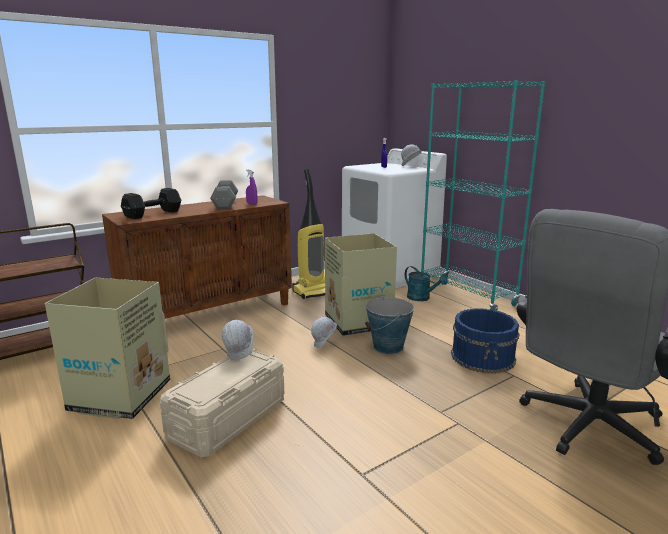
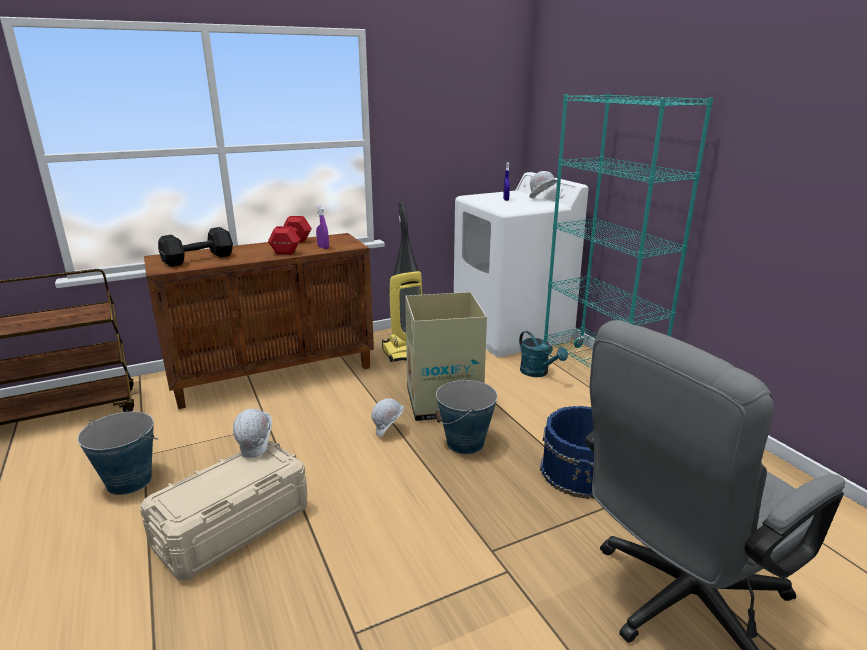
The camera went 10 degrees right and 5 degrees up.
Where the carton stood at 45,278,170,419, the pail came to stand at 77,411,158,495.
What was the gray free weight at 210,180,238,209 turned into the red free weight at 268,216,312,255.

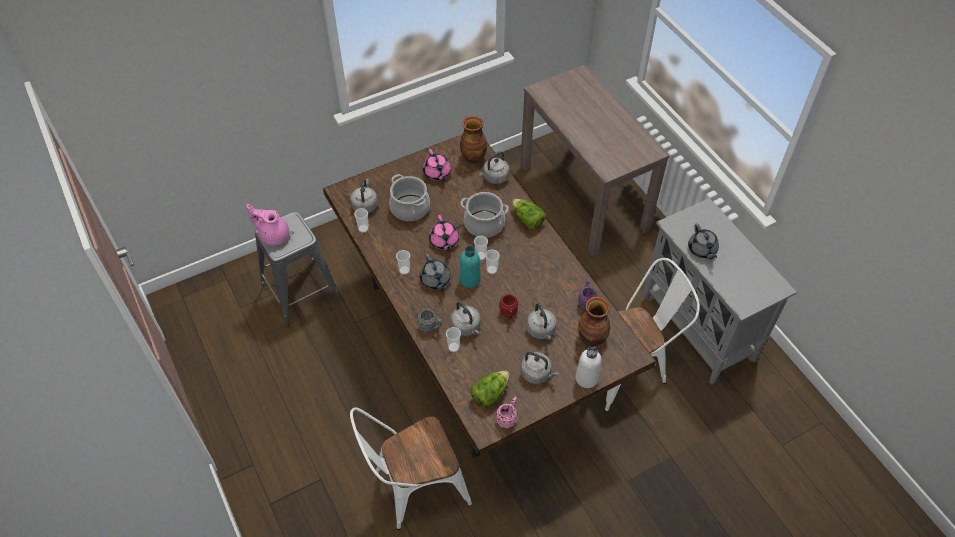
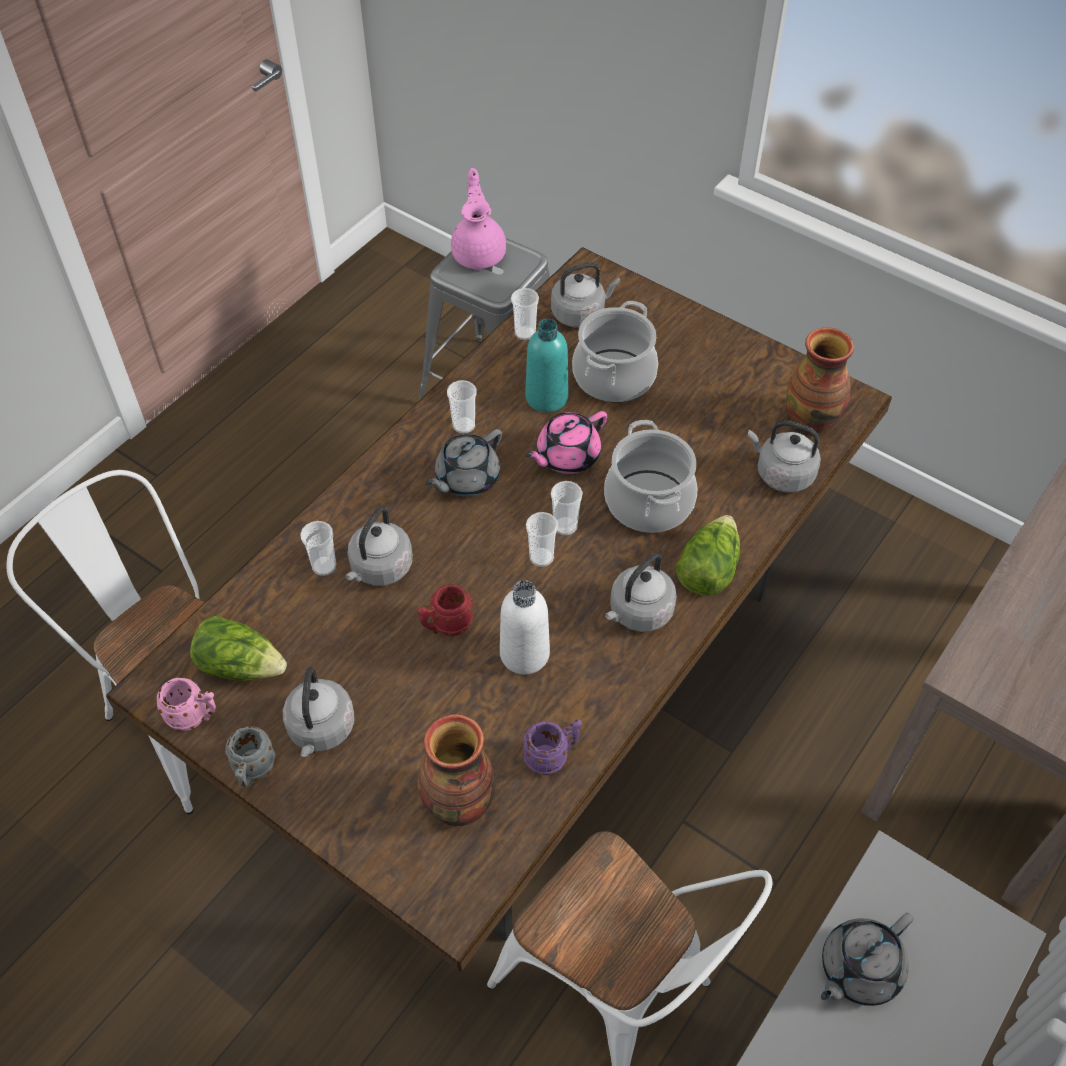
The camera went 65 degrees right and 0 degrees up.
The second view lost the pink-coloured teapot at 423,149,451,181.
The gray mug ended up elsewhere, having gone from 418,309,442,332 to 225,726,276,787.
The blue-green bottle ended up elsewhere, having gone from 459,246,481,288 to 525,319,568,412.
The gray water kettle ended up elsewhere, having gone from 526,303,556,339 to 605,553,677,632.
The white bottle ended up elsewhere, having gone from 575,346,601,388 to 500,580,550,674.

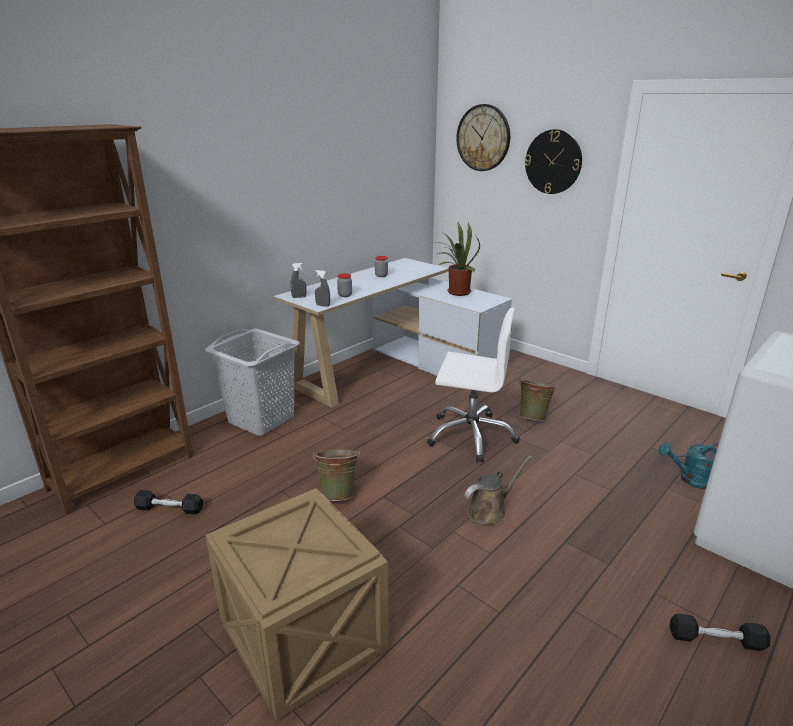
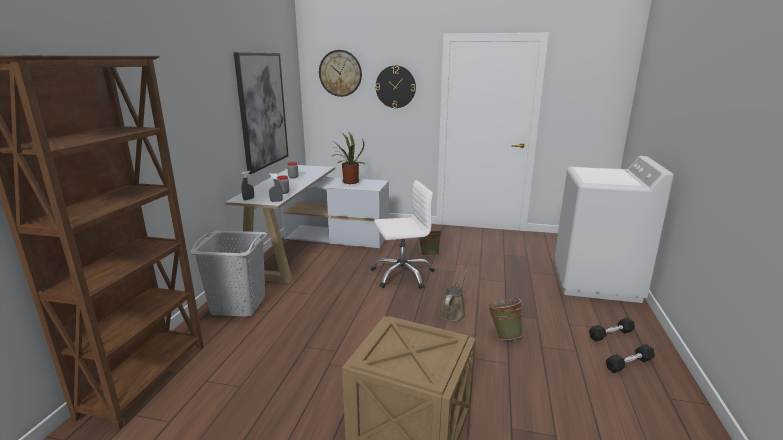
The camera went 30 degrees left and 5 degrees down.
The second view lost the blue-green watering pot at 659,443,719,489.
The second view gained the wall picture at 234,52,288,174.
The black-coloured free weight ended up elsewhere, having gone from 134,490,203,514 to 606,344,655,373.
The green pail ended up elsewhere, having gone from 313,449,360,501 to 487,296,524,340.

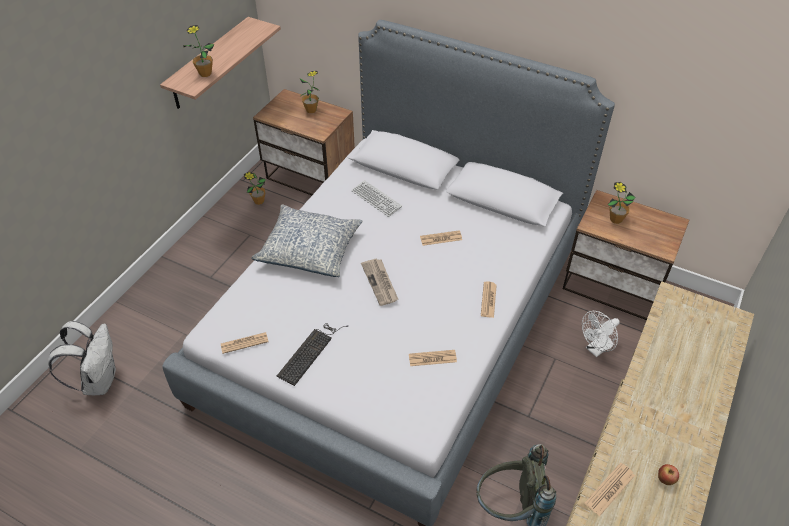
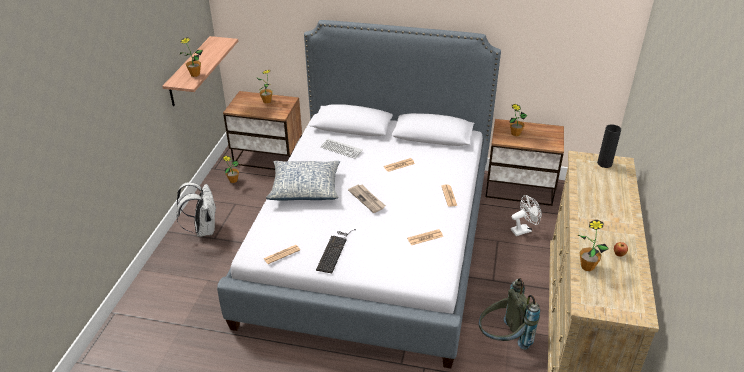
The camera went 15 degrees left and 10 degrees down.
The second view gained the black-coloured flower vase at 597,124,621,168.
The white rucksack ended up elsewhere, having gone from 48,321,116,395 to 176,182,217,237.
Where the newspaper stood at 585,462,635,516, the houseplant came to stand at 578,220,609,271.
The white electric fan at 582,311,620,357 ended up facing another way, 150 degrees counterclockwise from before.

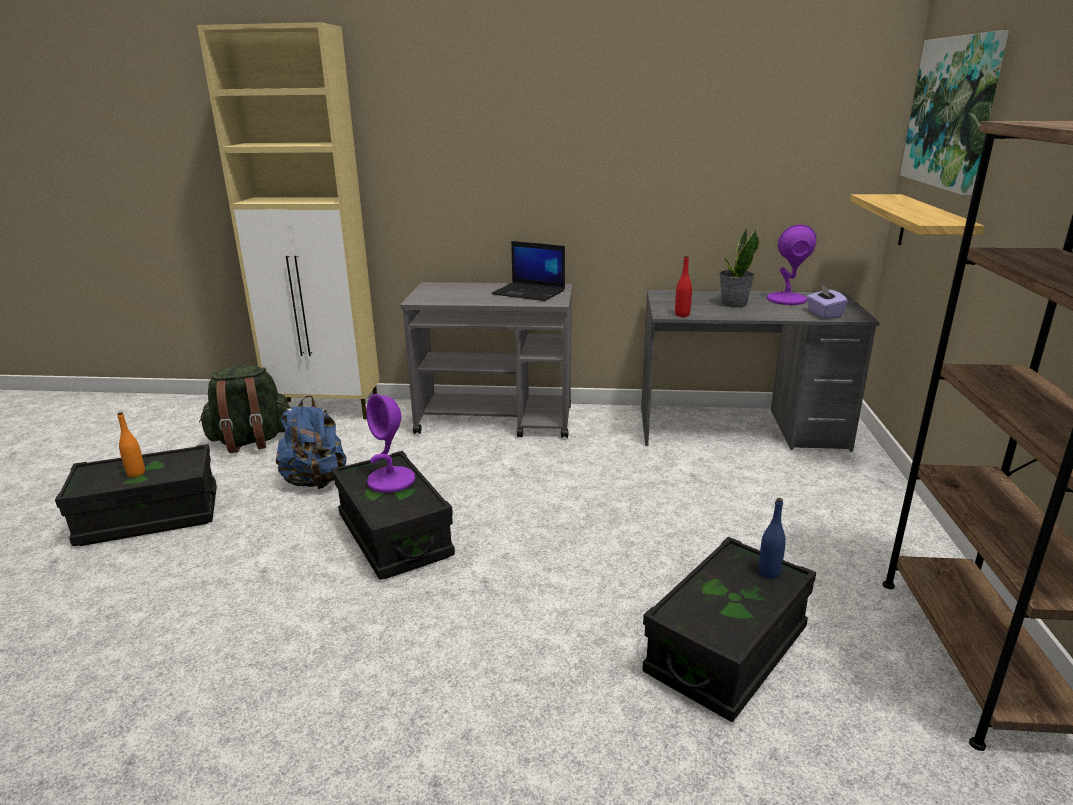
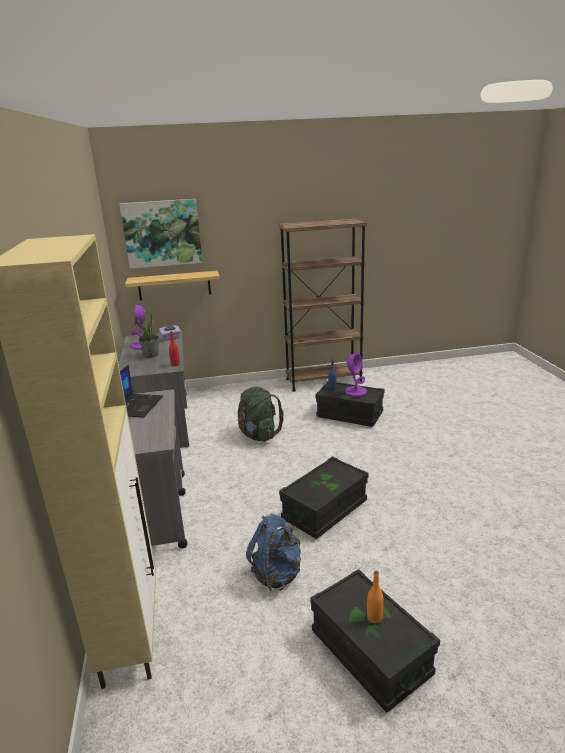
The camera went 105 degrees left and 0 degrees up.
The green rucksack ended up elsewhere, having gone from 199,365,291,453 to 238,387,284,442.
The purple-coloured lamp for a table ended up elsewhere, having gone from 366,394,415,493 to 345,353,367,397.

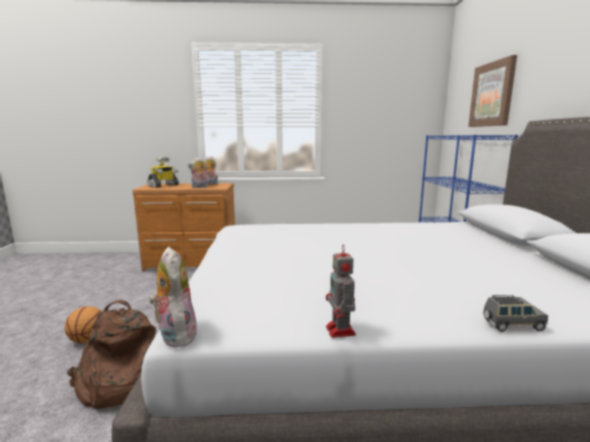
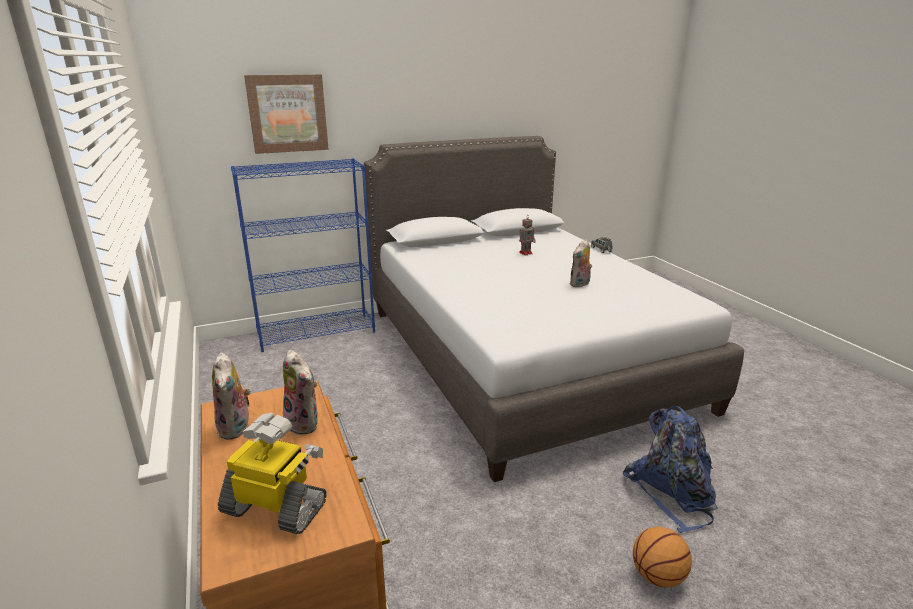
The camera went 110 degrees left and 10 degrees up.
The plush toy ended up elsewhere, having gone from 149,247,197,347 to 570,240,592,287.
The robot figure ended up elsewhere, having gone from 326,244,356,338 to 519,215,536,255.
What was the brown rucksack at 67,300,156,409 turned into the blue rucksack at 623,406,718,533.

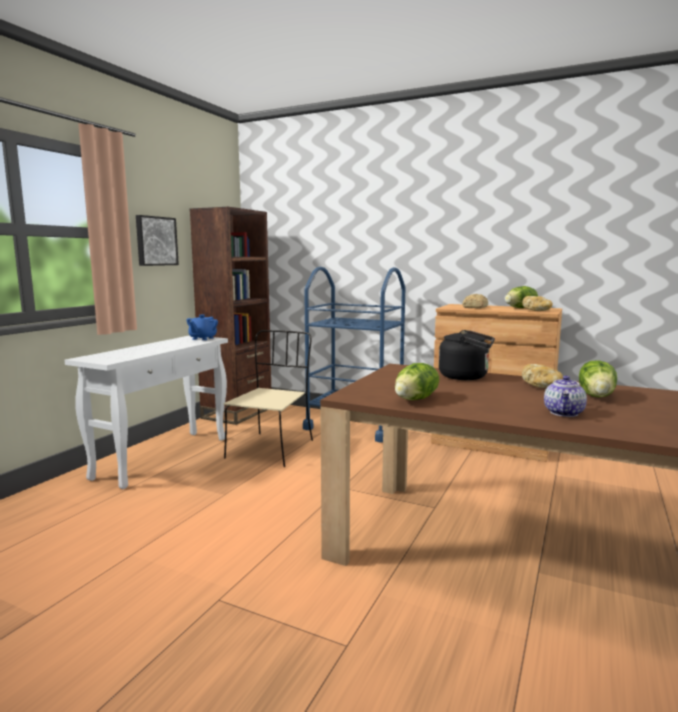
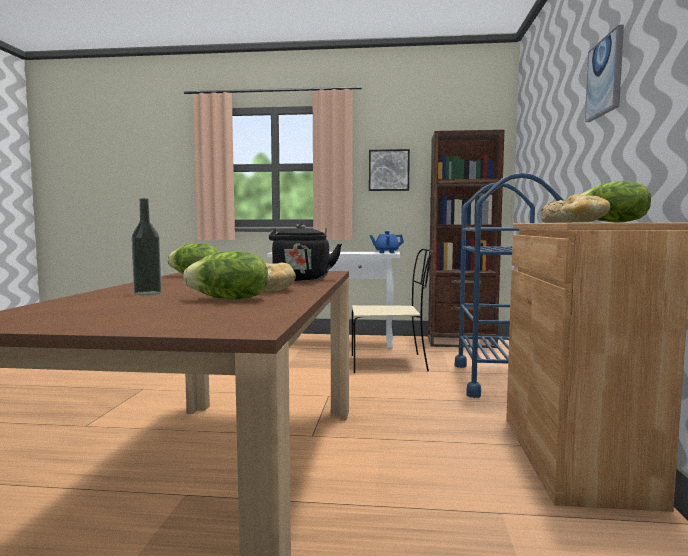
The camera went 70 degrees right and 5 degrees down.
The second view gained the wall picture at 585,25,624,122.
Where the teapot stood at 544,376,587,417, the bottle came to stand at 131,198,161,295.

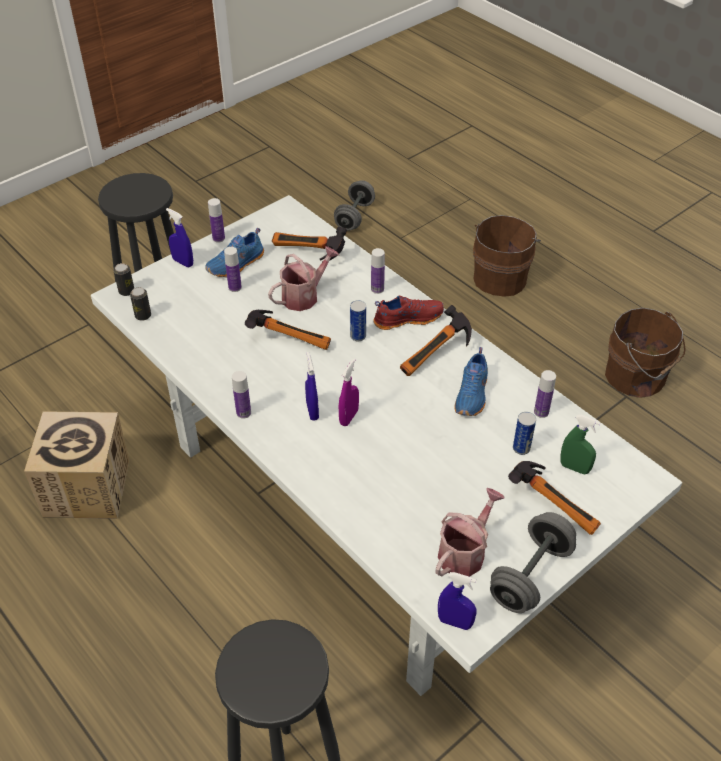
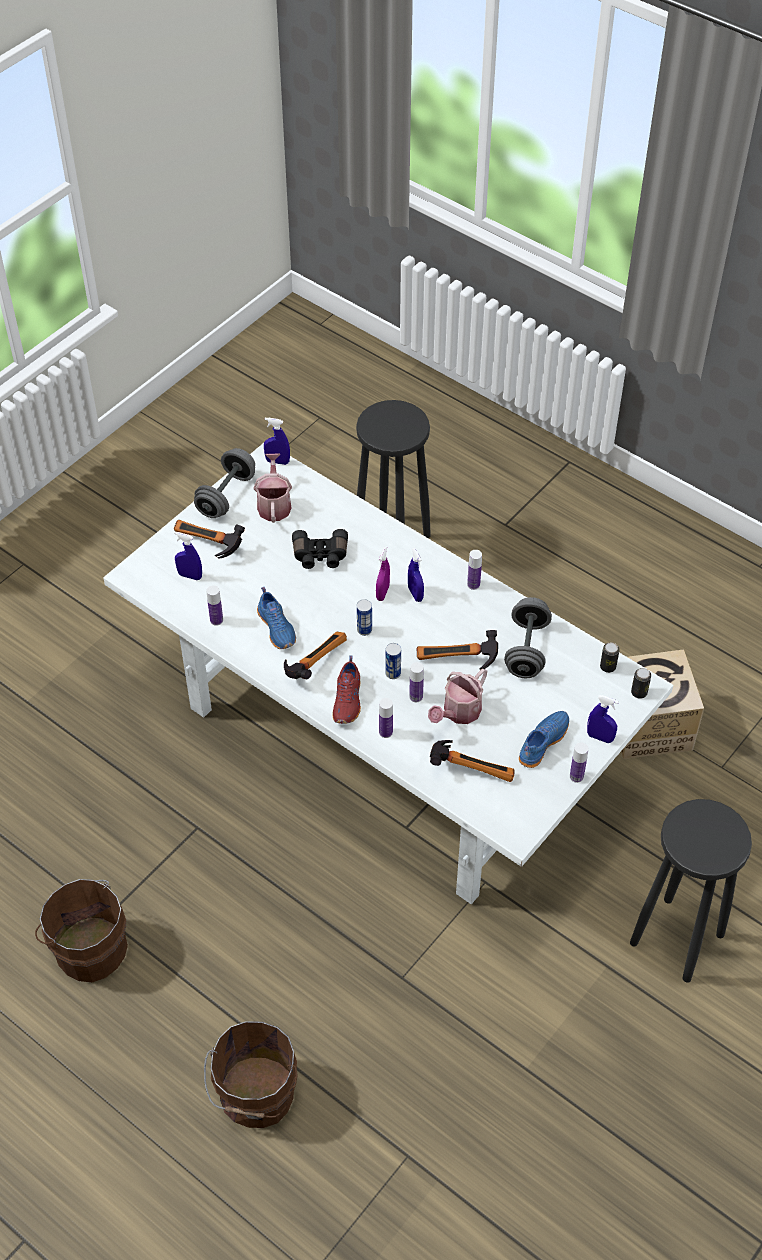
The camera went 170 degrees right and 5 degrees up.
The second view gained the black-coloured pair of binoculars at 292,529,348,569.
The bottle ended up elsewhere, having gone from 224,247,242,292 to 409,662,424,702.
The gray free weight ended up elsewhere, having gone from 334,180,375,231 to 504,597,552,678.
The sealed can ended up elsewhere, having gone from 513,412,536,455 to 357,599,372,636.
What was the green sprayer at 560,415,601,474 turned into the blue sprayer at 174,532,202,580.
The red item of footwear at 373,296,444,330 ended up facing another way, 60 degrees counterclockwise from before.
The watering pot at 436,488,504,577 ended up facing another way, 150 degrees clockwise from before.
The blue item of footwear at 454,347,488,416 ended up facing another way, 150 degrees clockwise from before.

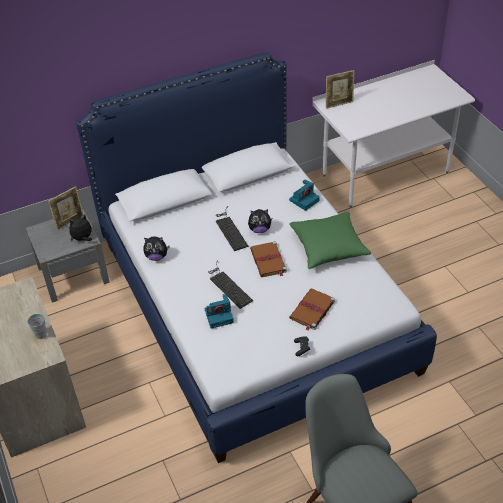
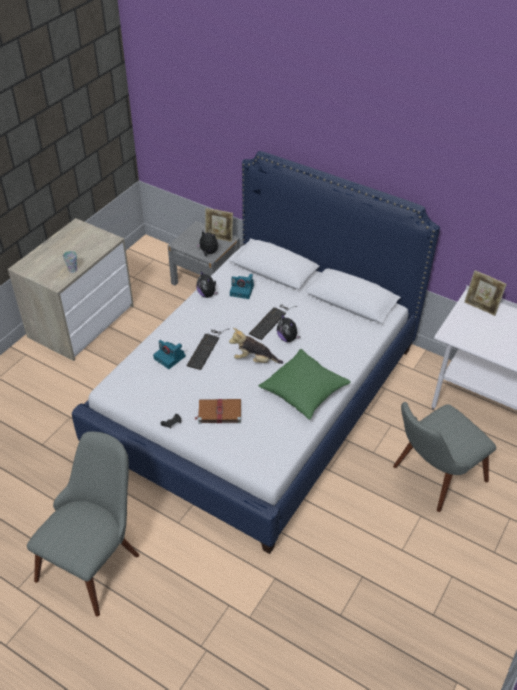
The camera went 55 degrees right and 0 degrees up.
The second view gained the gray upright chair at 393,402,496,512.
The photo camera ended up elsewhere, having gone from 289,180,320,211 to 230,274,254,299.
Where the brown book stood at 250,241,287,277, the plush toy came to stand at 229,328,283,364.

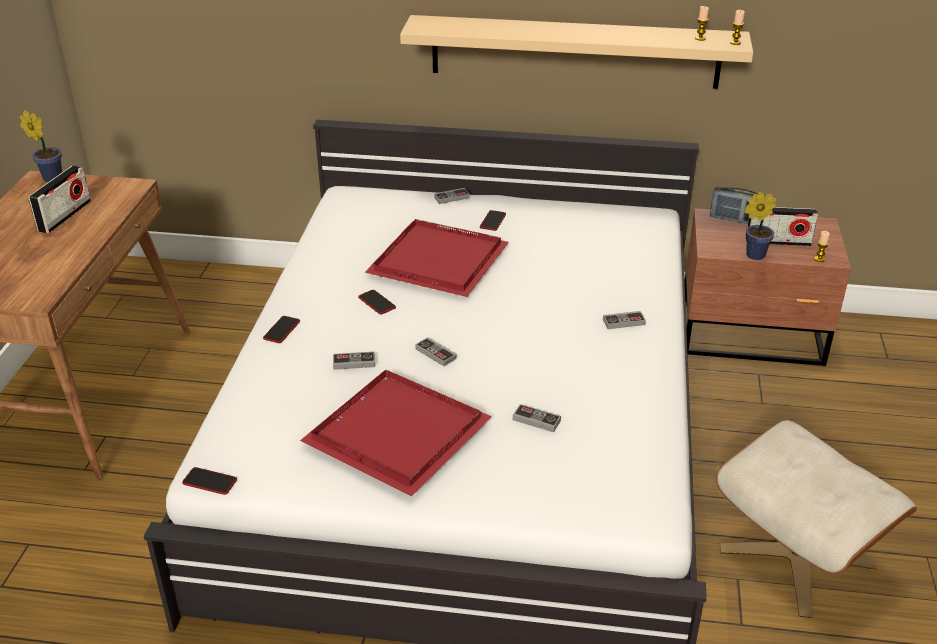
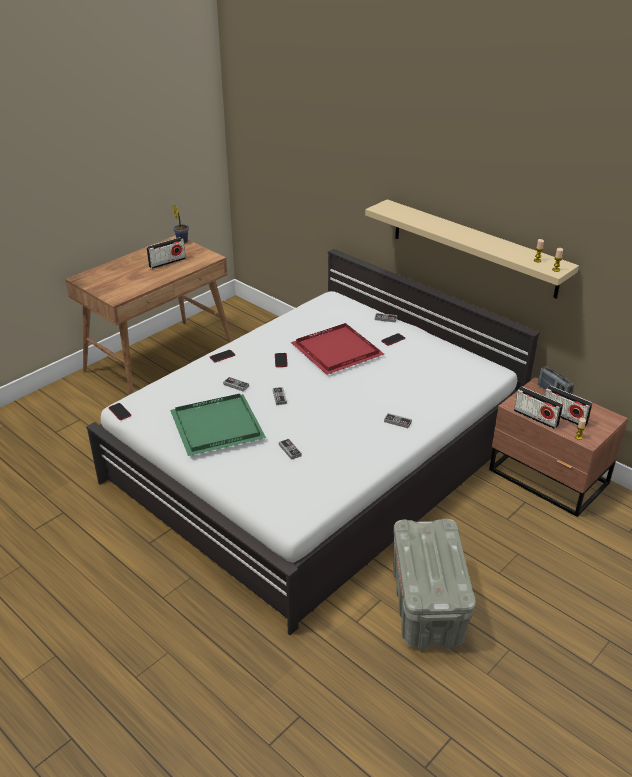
The camera went 35 degrees right and 0 degrees up.
Where the sand-coloured footrest stood at 716,420,917,618, the gray storage bin came to stand at 393,519,476,649.
Where the houseplant stood at 745,192,776,260, the radio set came to stand at 514,387,563,429.
What was the red tray at 300,370,492,496 turned into the green tray at 170,394,266,456.

